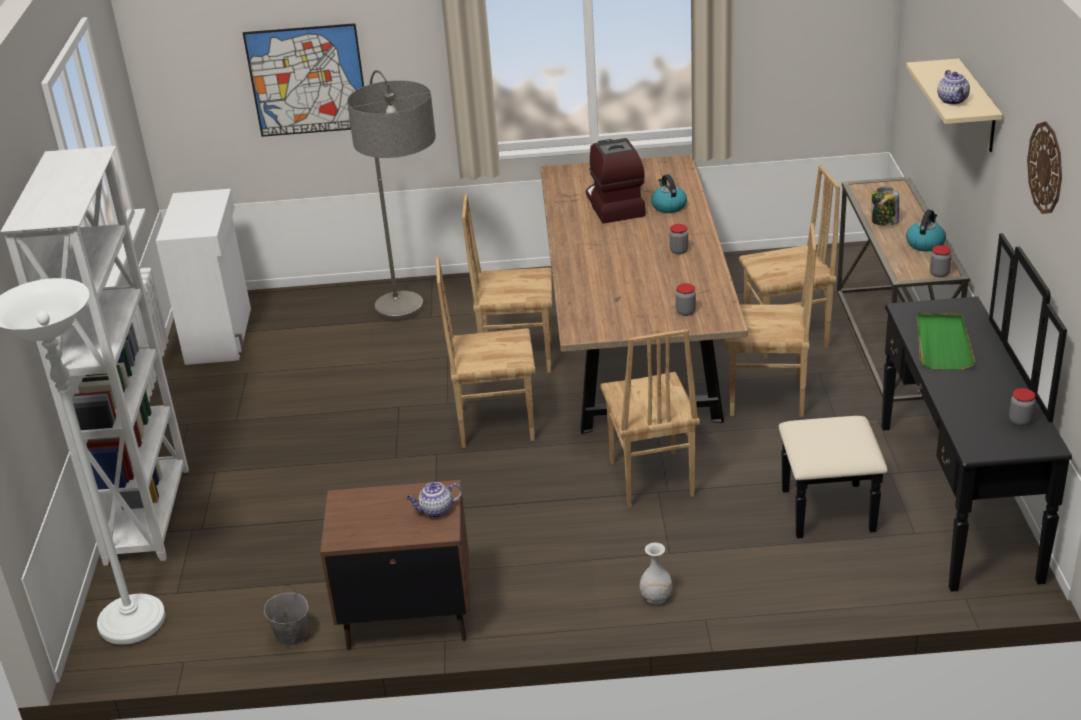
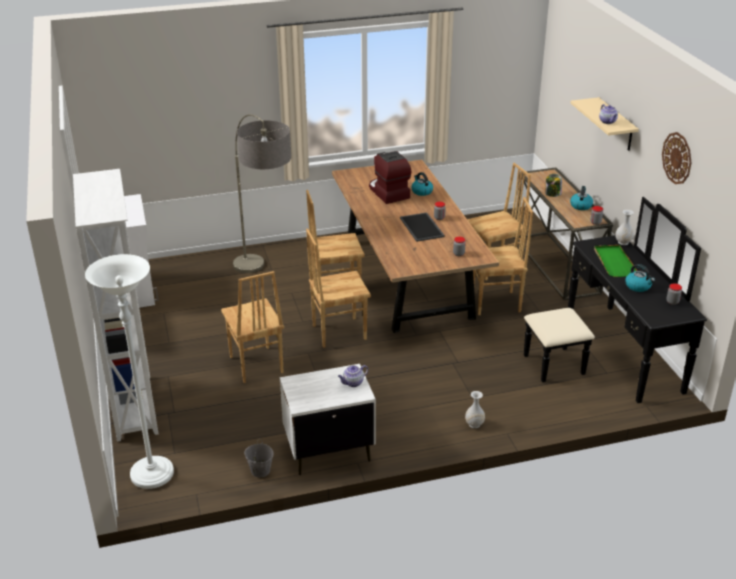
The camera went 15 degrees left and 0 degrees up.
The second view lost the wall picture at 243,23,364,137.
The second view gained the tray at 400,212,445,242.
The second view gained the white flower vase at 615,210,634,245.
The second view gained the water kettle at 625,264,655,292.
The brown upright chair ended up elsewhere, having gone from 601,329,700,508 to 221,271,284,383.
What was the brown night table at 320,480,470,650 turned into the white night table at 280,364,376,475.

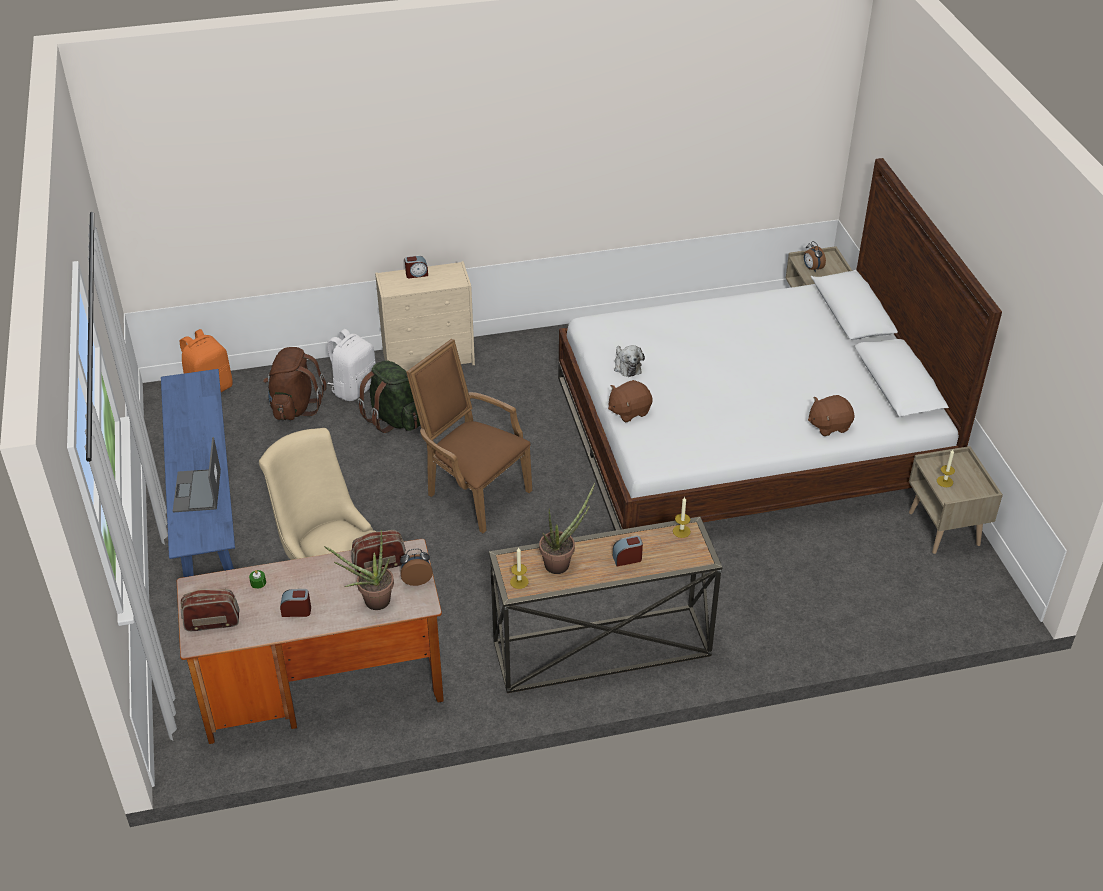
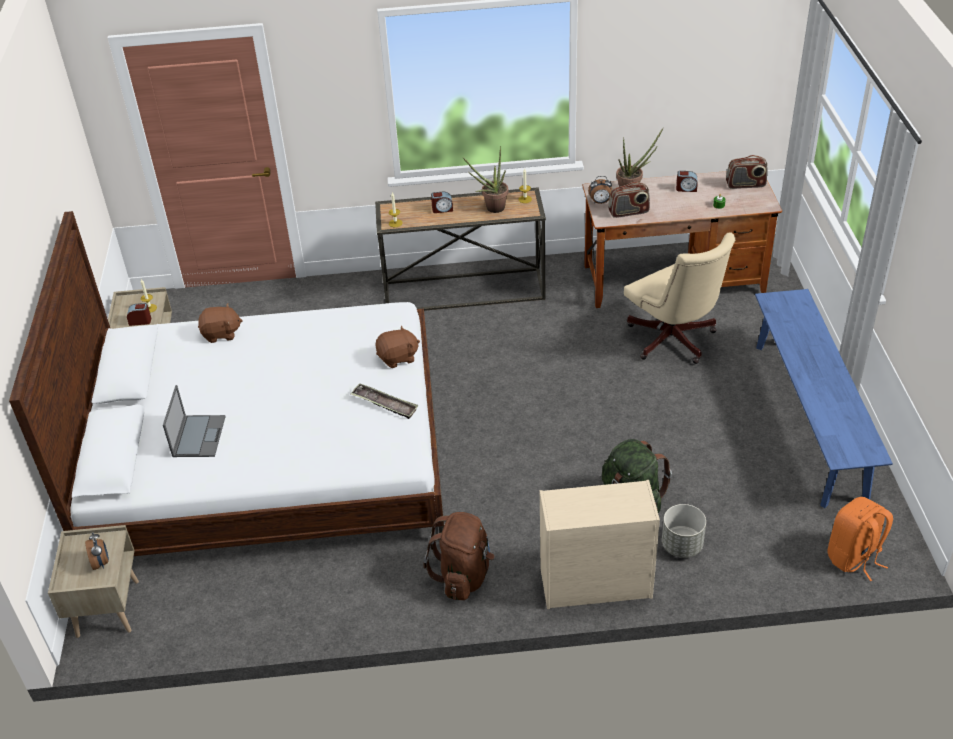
The camera went 170 degrees left and 0 degrees up.
The second view lost the brown armchair at 406,339,532,533.
The portable computer ended up elsewhere, having gone from 173,437,221,512 to 163,385,226,457.
The brown rucksack ended up elsewhere, having gone from 263,347,327,420 to 423,512,495,600.
The table clock ended up elsewhere, having gone from 405,255,428,278 to 127,303,151,326.
Where the white rucksack stood at 327,329,376,401, the gray flower pot came to stand at 662,504,706,558.
Where the plush toy stood at 614,345,645,377, the tray came to stand at 351,383,418,419.

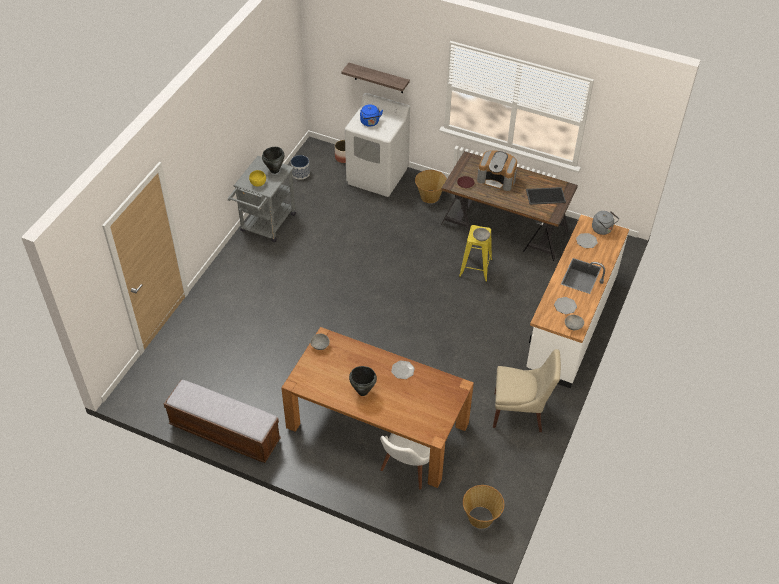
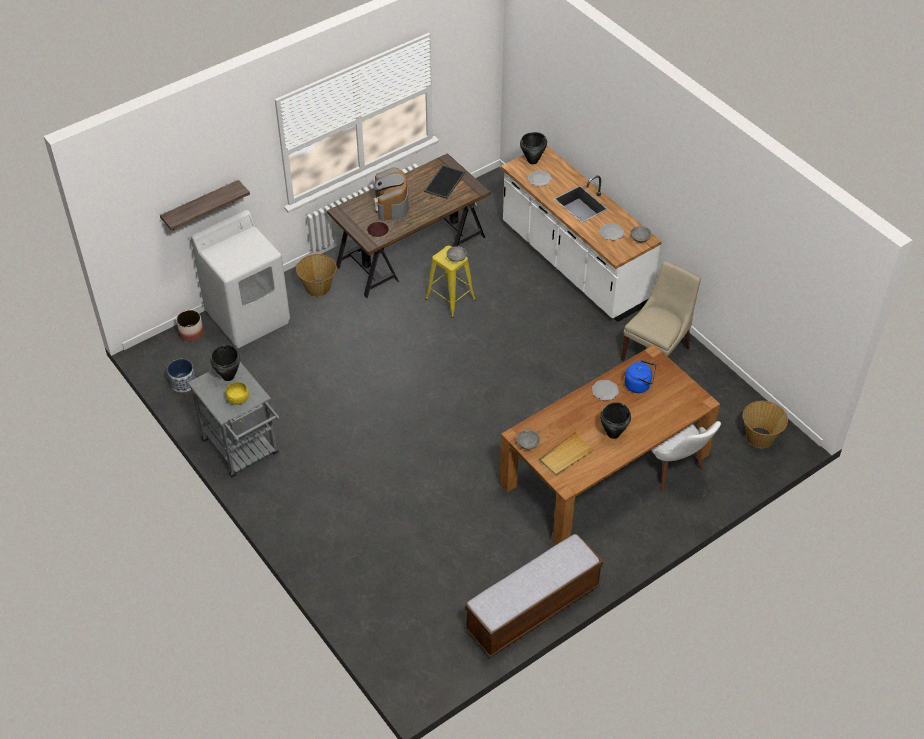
The camera went 60 degrees left and 0 degrees up.
The second view gained the sand-coloured tray at 539,431,596,476.
The blue water kettle ended up elsewhere, having gone from 360,105,383,127 to 624,360,656,393.
Where the gray water kettle stood at 592,211,619,235, the black-coloured stockpot came to stand at 520,132,547,164.
The coffee brewer at 477,150,517,191 ended up facing another way, 120 degrees clockwise from before.

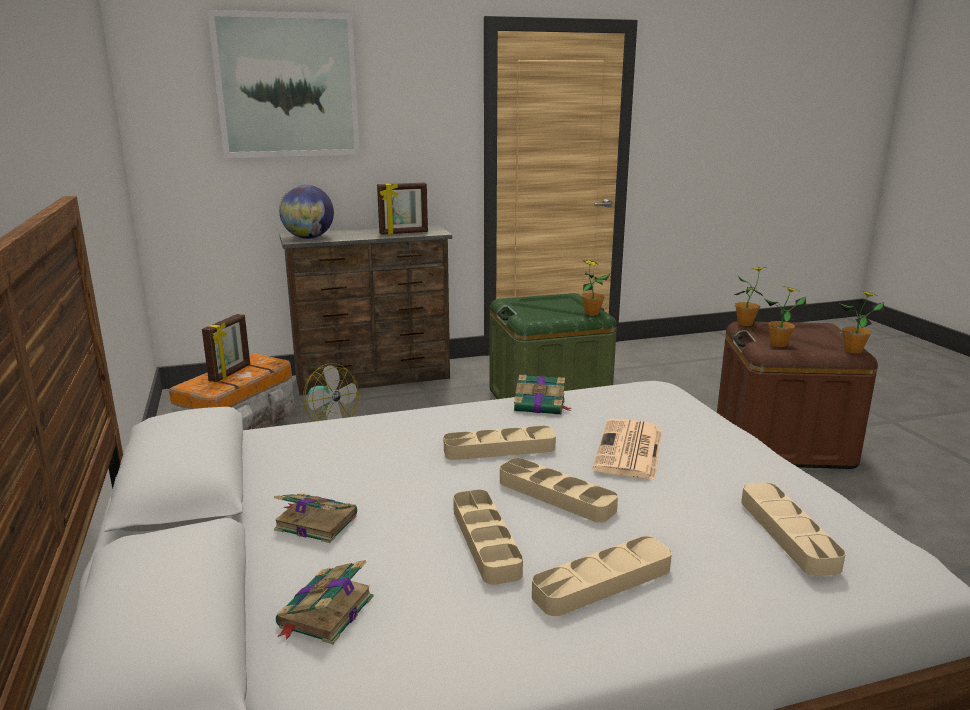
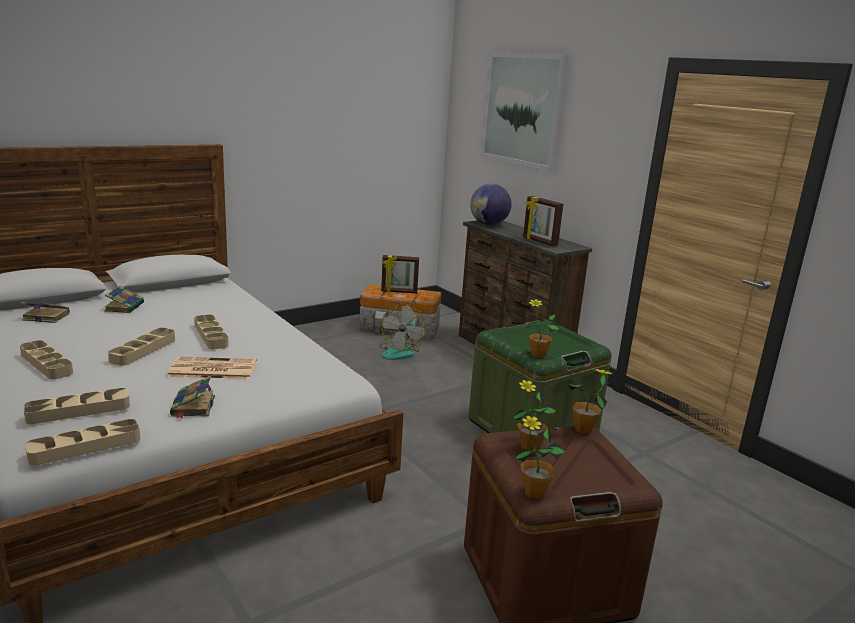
The camera went 70 degrees right and 0 degrees up.
The sand-coloured tray ended up elsewhere, having gone from 453,489,523,585 to 25,419,140,466.
The book ended up elsewhere, having gone from 514,375,571,415 to 170,376,215,418.

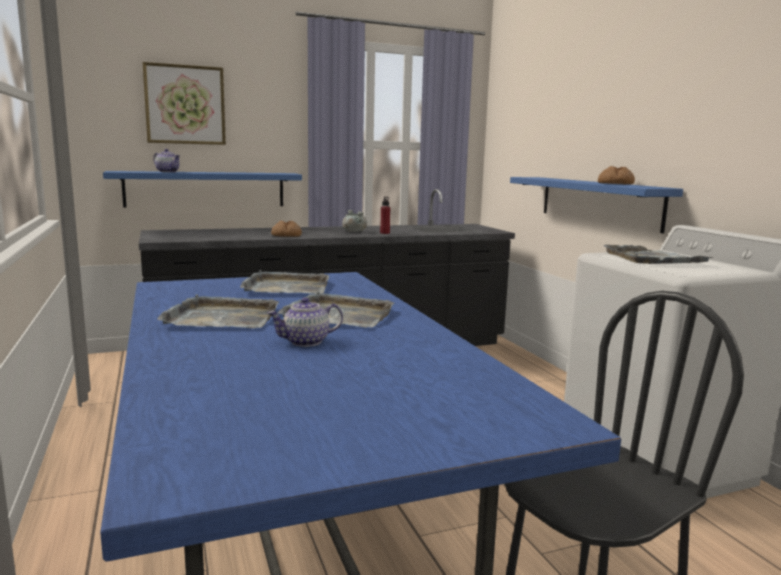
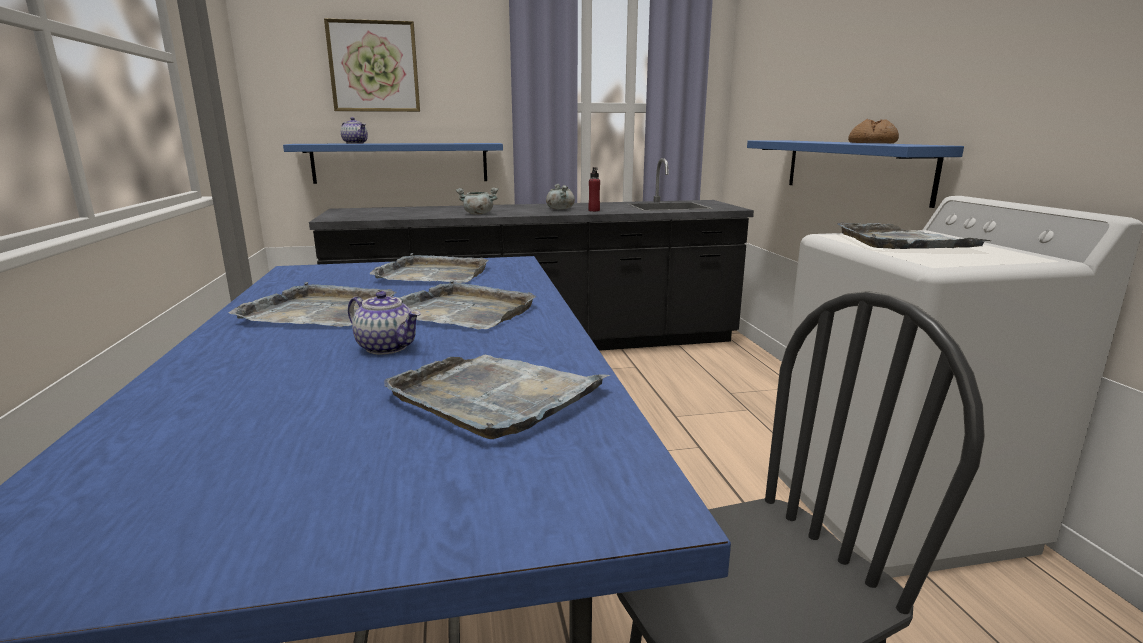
The camera went 10 degrees right and 5 degrees up.
The second view gained the gray tray at 384,355,610,439.
Where the bakery bread stood at 271,221,302,237, the gray stockpot came to stand at 456,187,499,215.
The teapot at 267,297,343,347 ended up facing another way, 135 degrees counterclockwise from before.

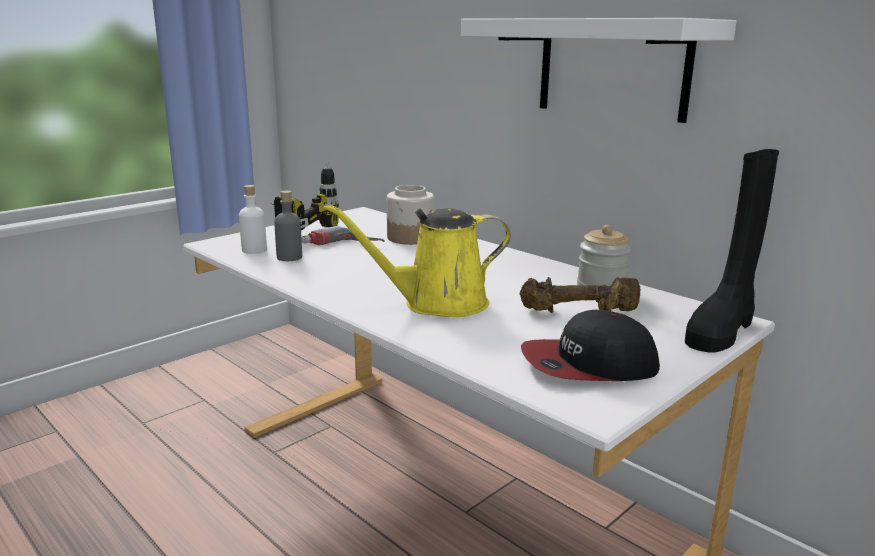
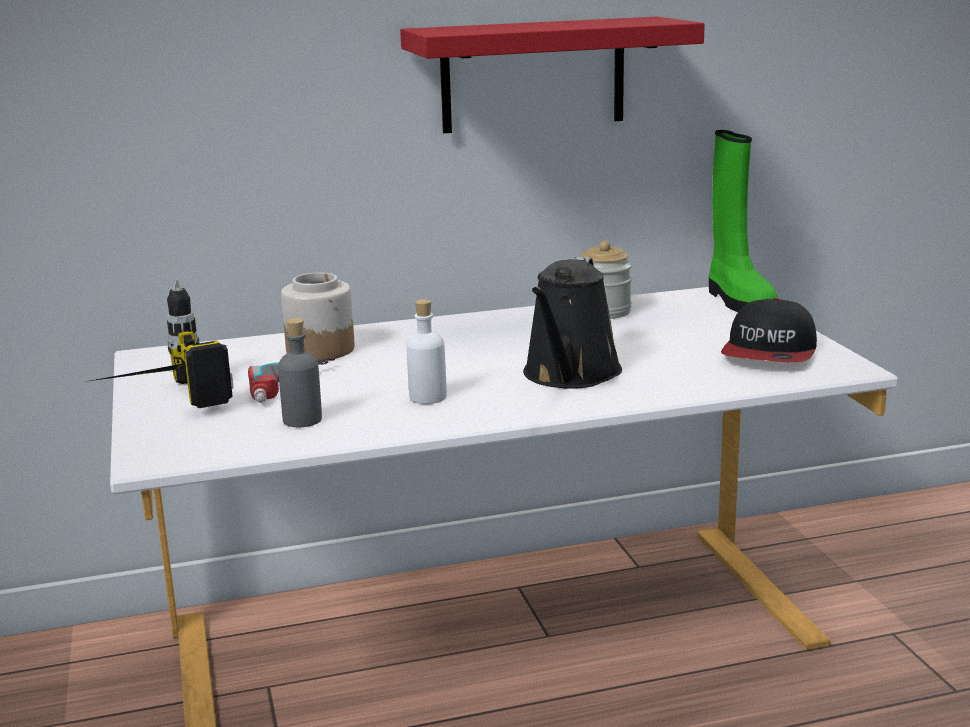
The camera went 60 degrees left and 0 degrees up.
The second view lost the brown free weight at 520,277,640,313.
The white bottle ended up elsewhere, having gone from 239,185,267,254 to 406,299,447,404.
What was the yellow watering pot at 324,204,511,317 turned into the black-coloured watering pot at 523,257,622,389.
What was the white shelf at 461,18,737,123 turned into the red shelf at 400,16,705,133.
What was the black-coloured high-top boot at 685,149,779,353 turned into the green high-top boot at 709,130,779,312.

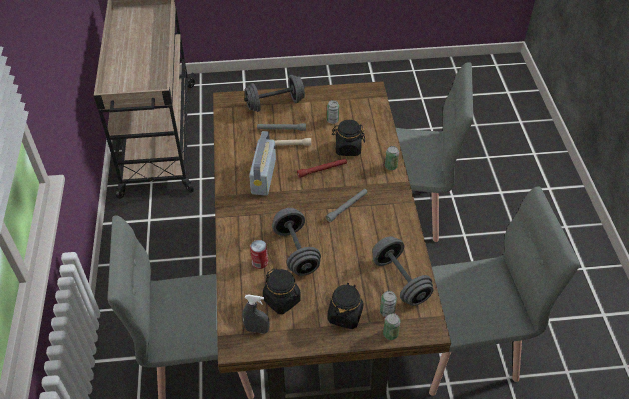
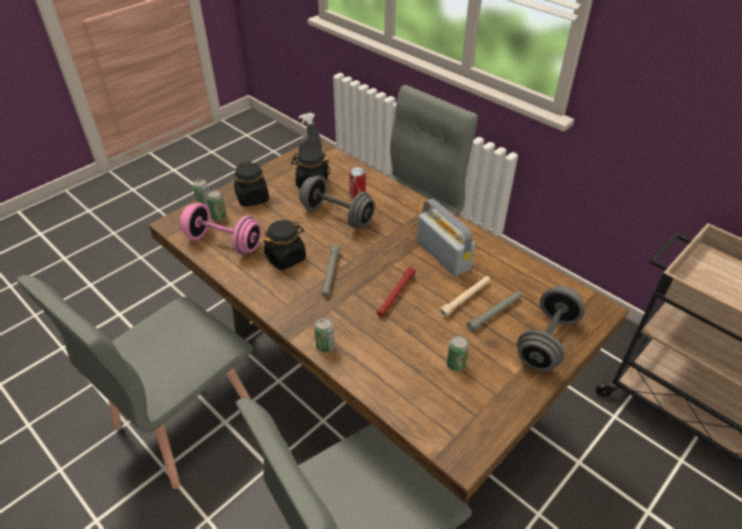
The camera went 140 degrees right and 5 degrees down.
The black-coloured jar ended up elsewhere, having gone from 332,120,365,156 to 263,220,306,270.
What was the gray free weight at 372,236,434,306 turned into the pink-coloured free weight at 180,203,262,254.

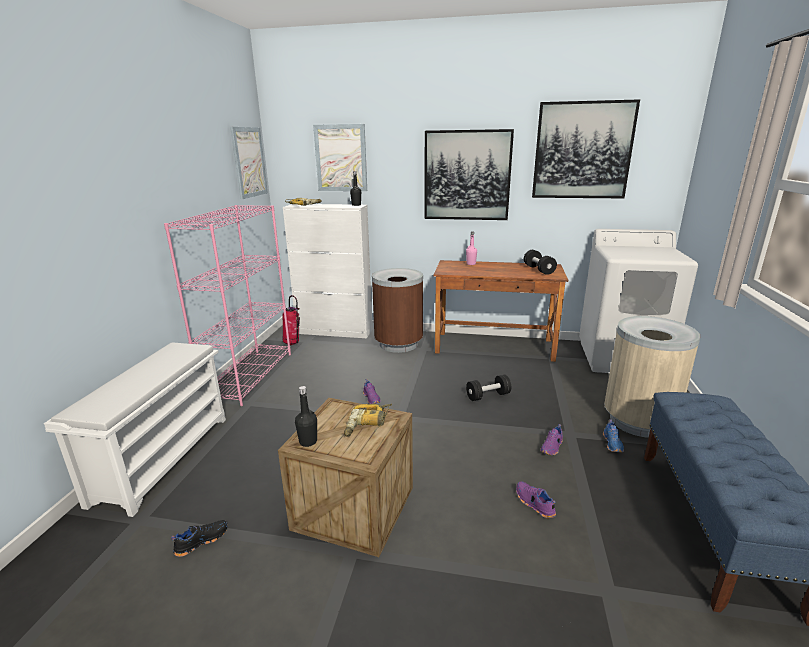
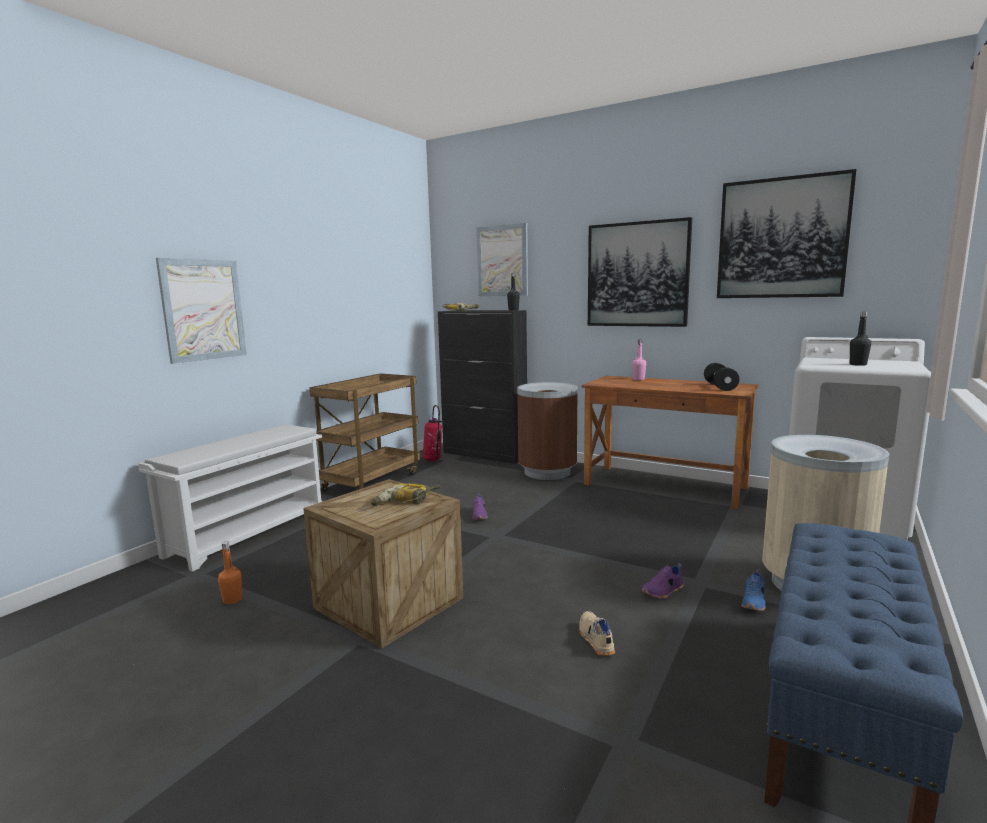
The camera went 20 degrees right and 10 degrees down.
The second view lost the black-coloured free weight at 466,375,511,401.
The wall picture ended up elsewhere, having gone from 230,127,268,199 to 156,258,247,364.
The black-coloured bottle ended up elsewhere, having gone from 295,386,317,447 to 850,312,871,366.
Where the pink-coloured shelving unit stood at 164,205,291,406, the brown wheeled cart came to stand at 309,373,420,492.
Where the black-coloured item of footwear stood at 171,520,228,557, the orange-coloured bottle came to stand at 218,541,242,604.
What was the white cupboard at 283,204,373,338 turned into the black-coloured cupboard at 438,310,527,464.
What was the purple-coloured item of footwear at 516,481,556,518 turned into the sand-coloured item of footwear at 579,611,615,656.

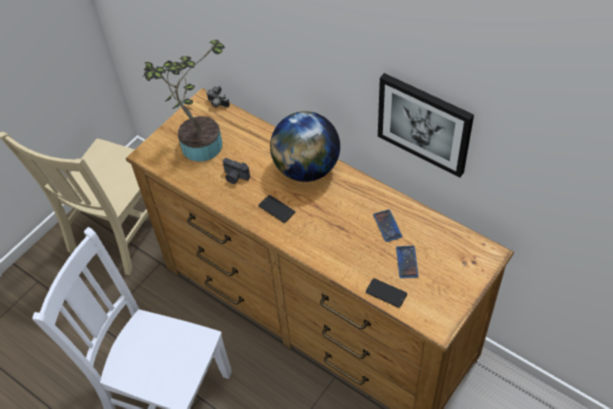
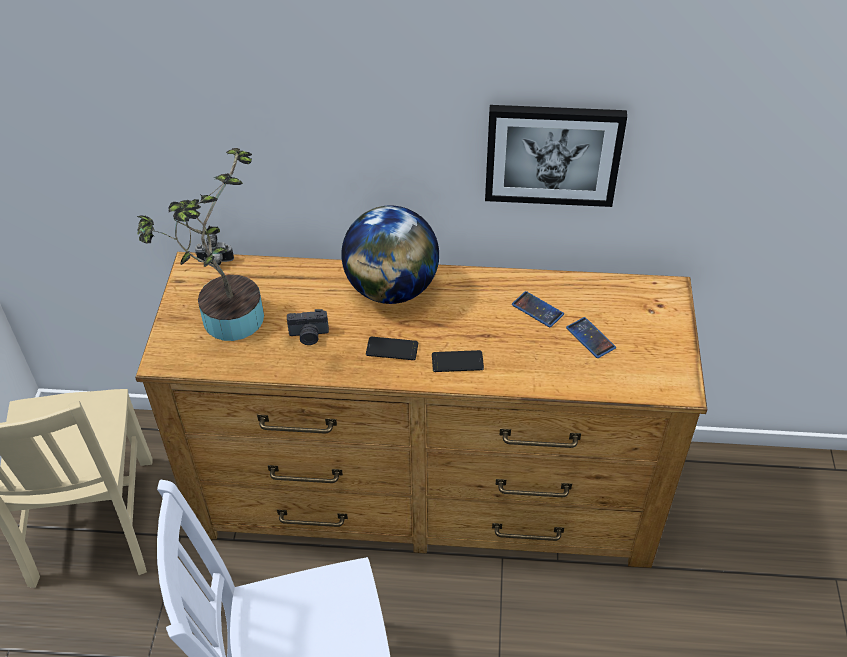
The camera went 35 degrees left and 5 degrees down.
The phone ended up elsewhere, having gone from 366,278,407,308 to 432,350,484,372.

